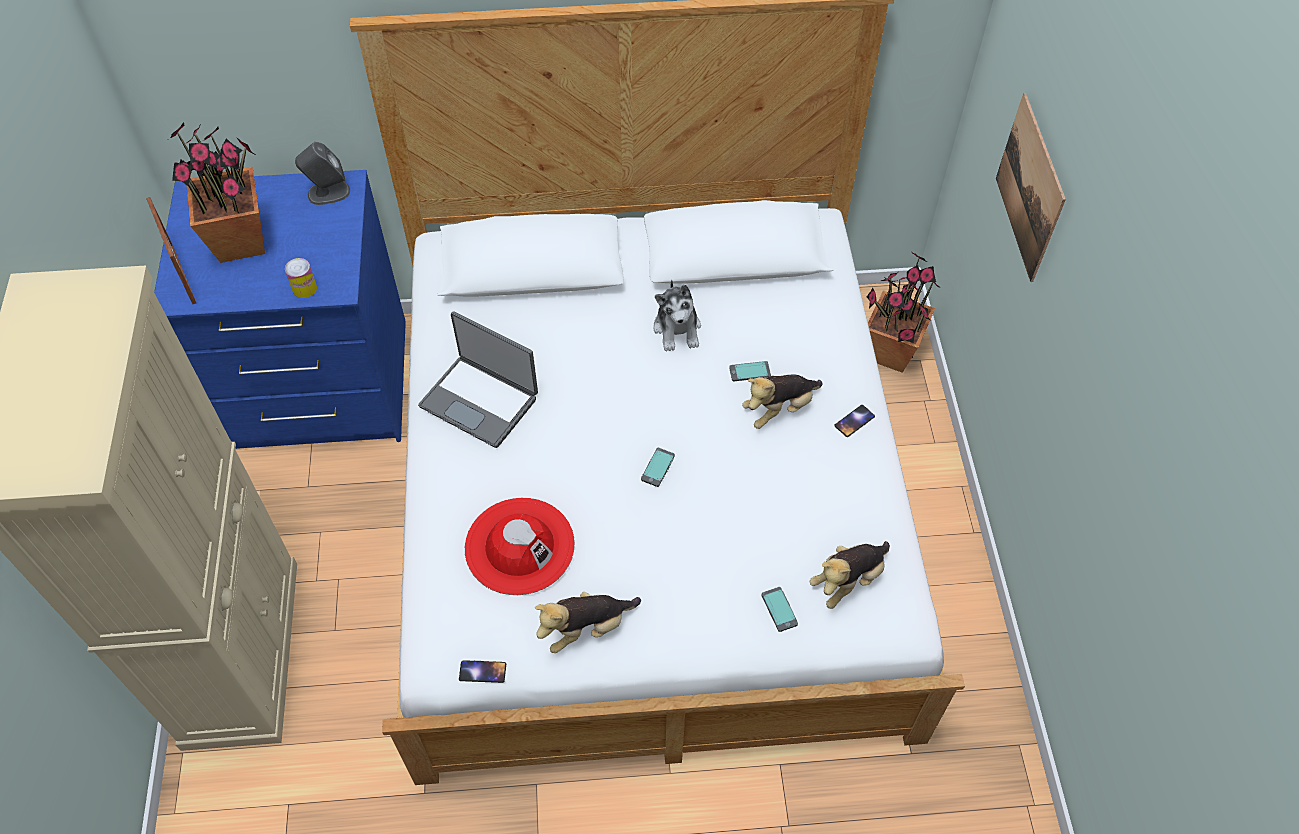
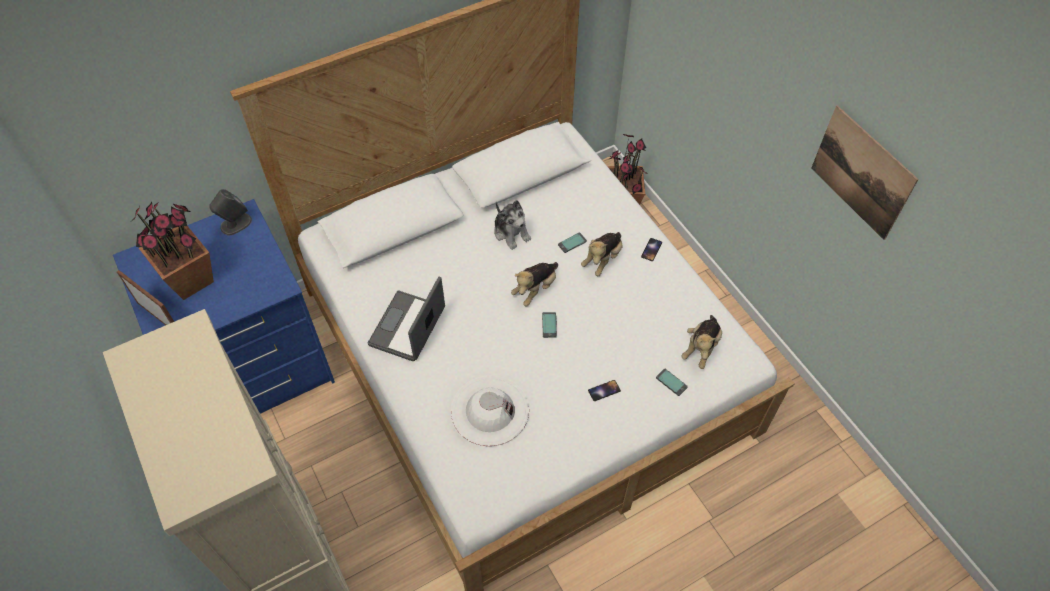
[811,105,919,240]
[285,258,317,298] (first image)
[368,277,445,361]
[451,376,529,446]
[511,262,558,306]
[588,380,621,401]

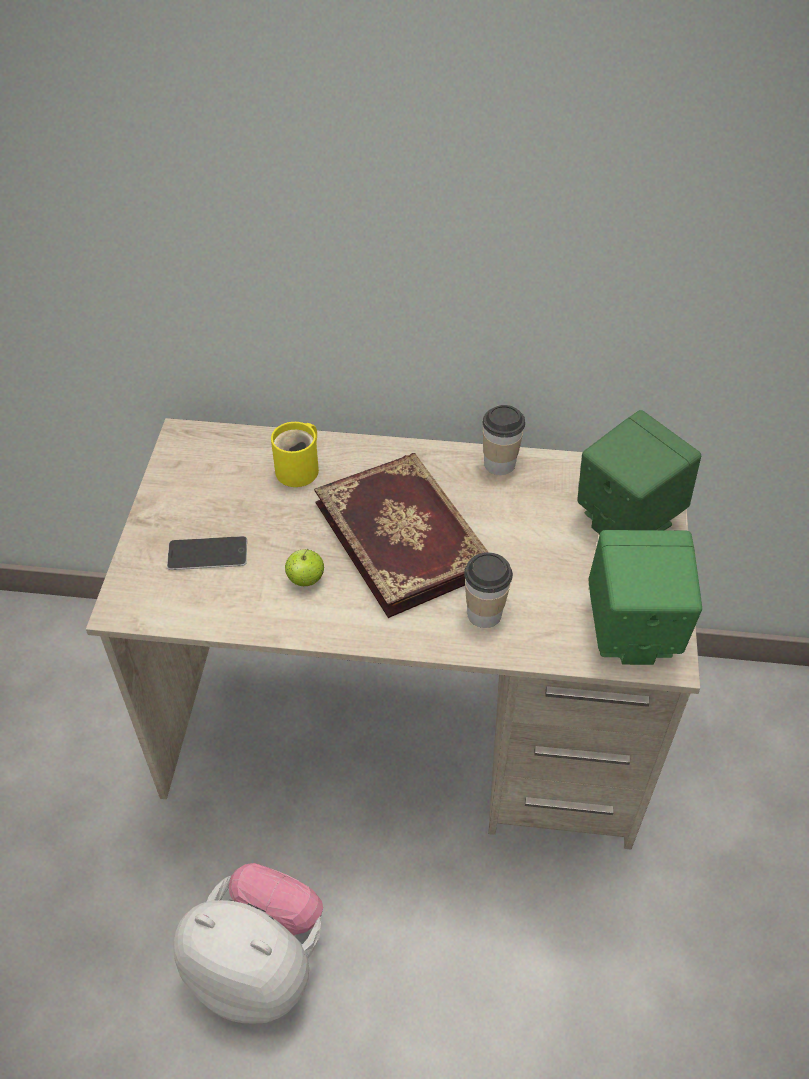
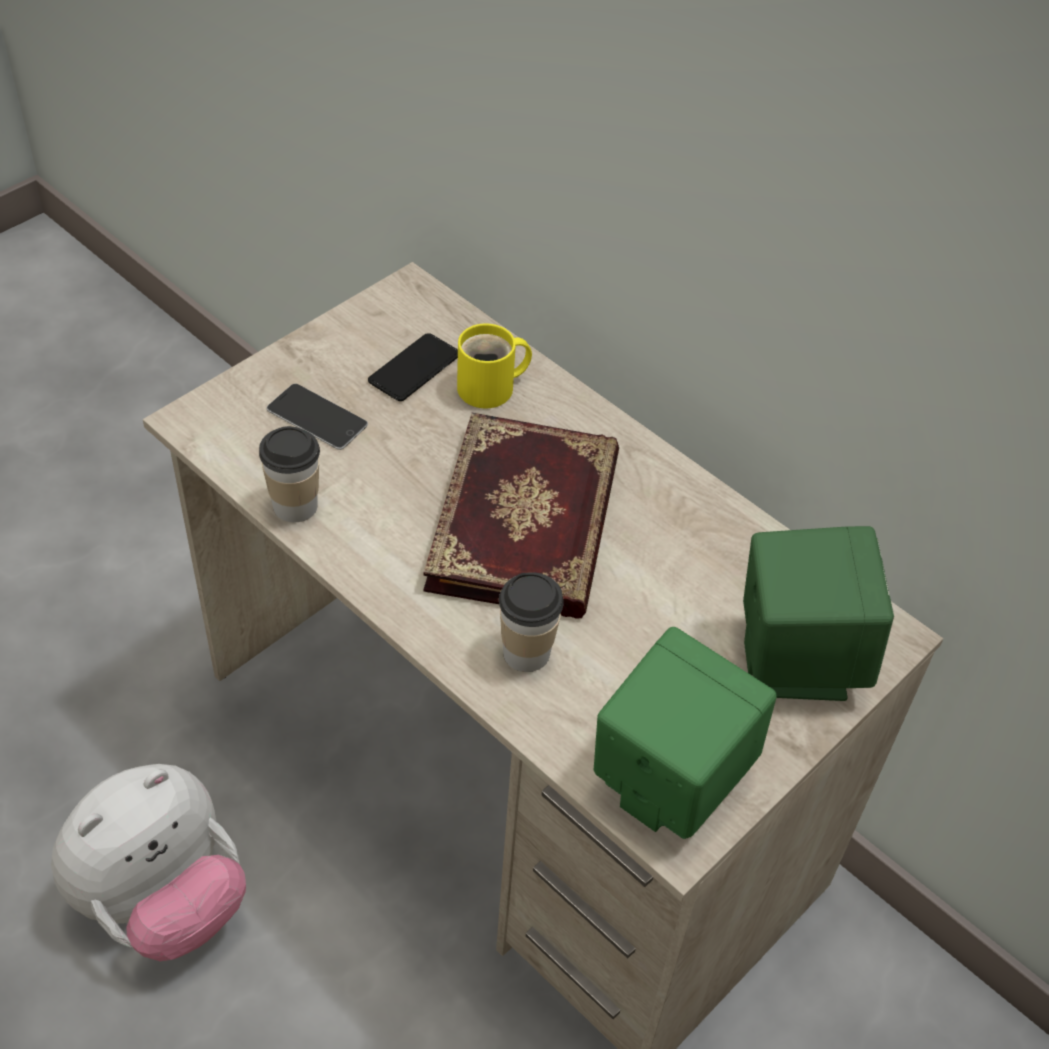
[259,426,320,522]
[285,549,324,586] (first image)
[51,764,246,961]
[368,333,458,401]

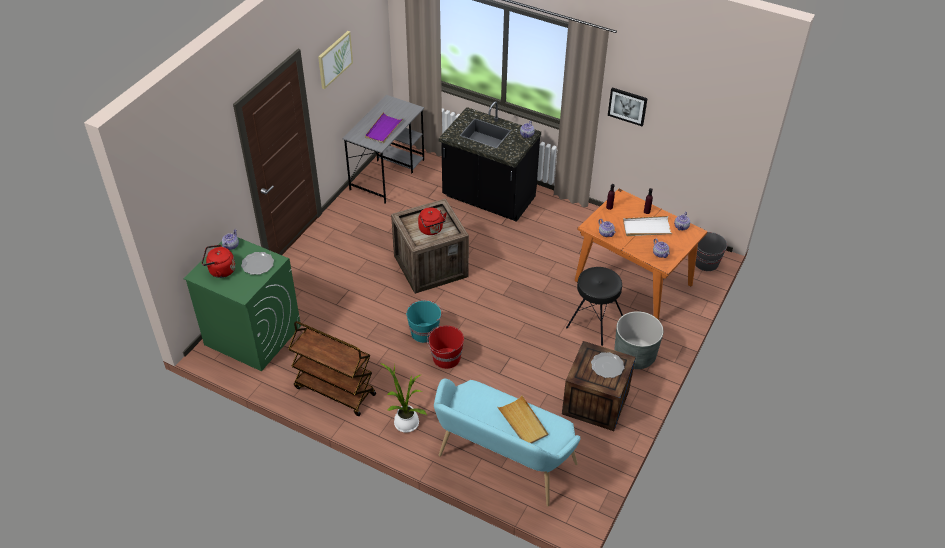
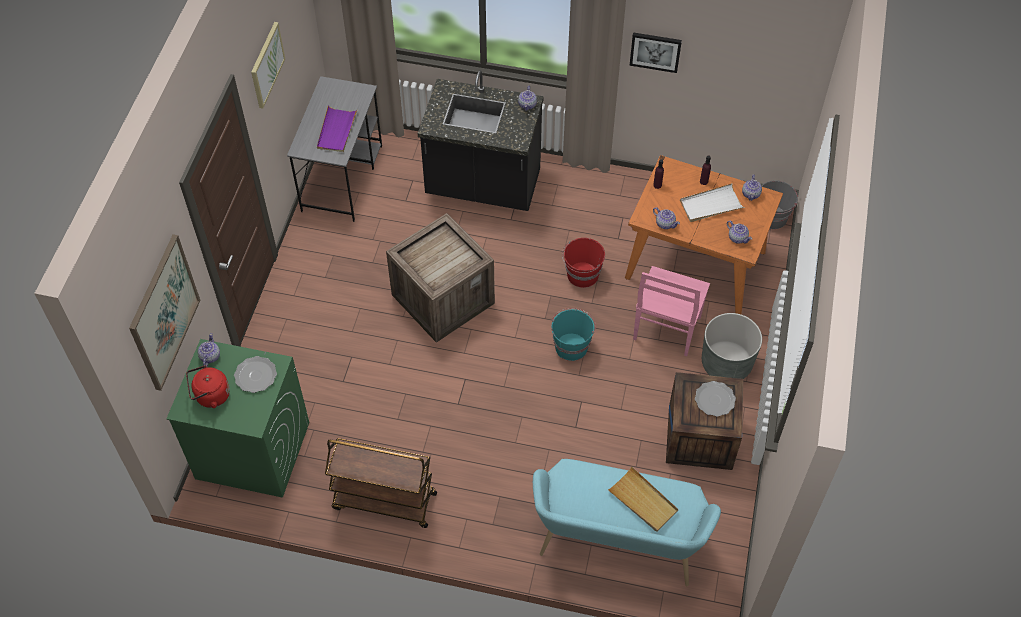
[418,207,447,235] (first image)
[633,266,710,356]
[551,308,596,361]
[562,238,605,288]
[380,363,427,433] (first image)
[129,234,200,391]

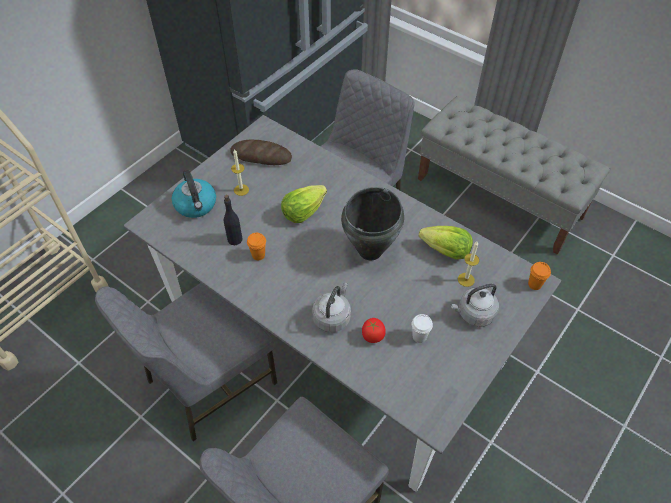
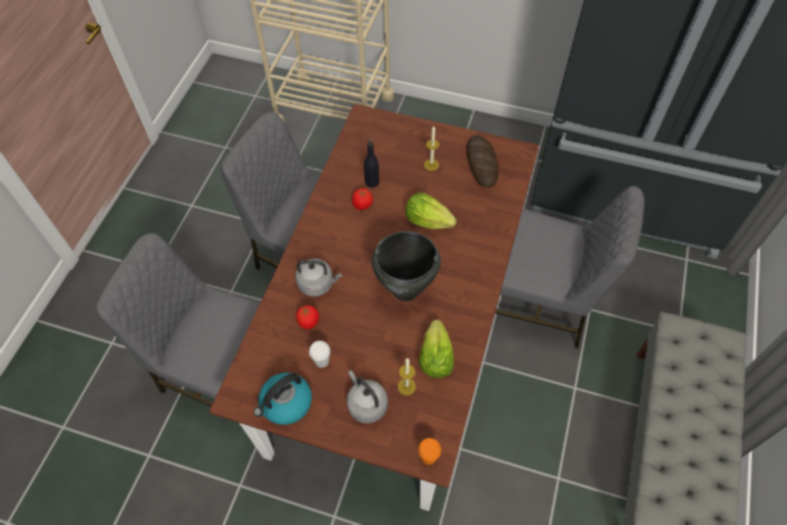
[210,104,539,511]
[254,373,312,425]
[352,188,373,210]

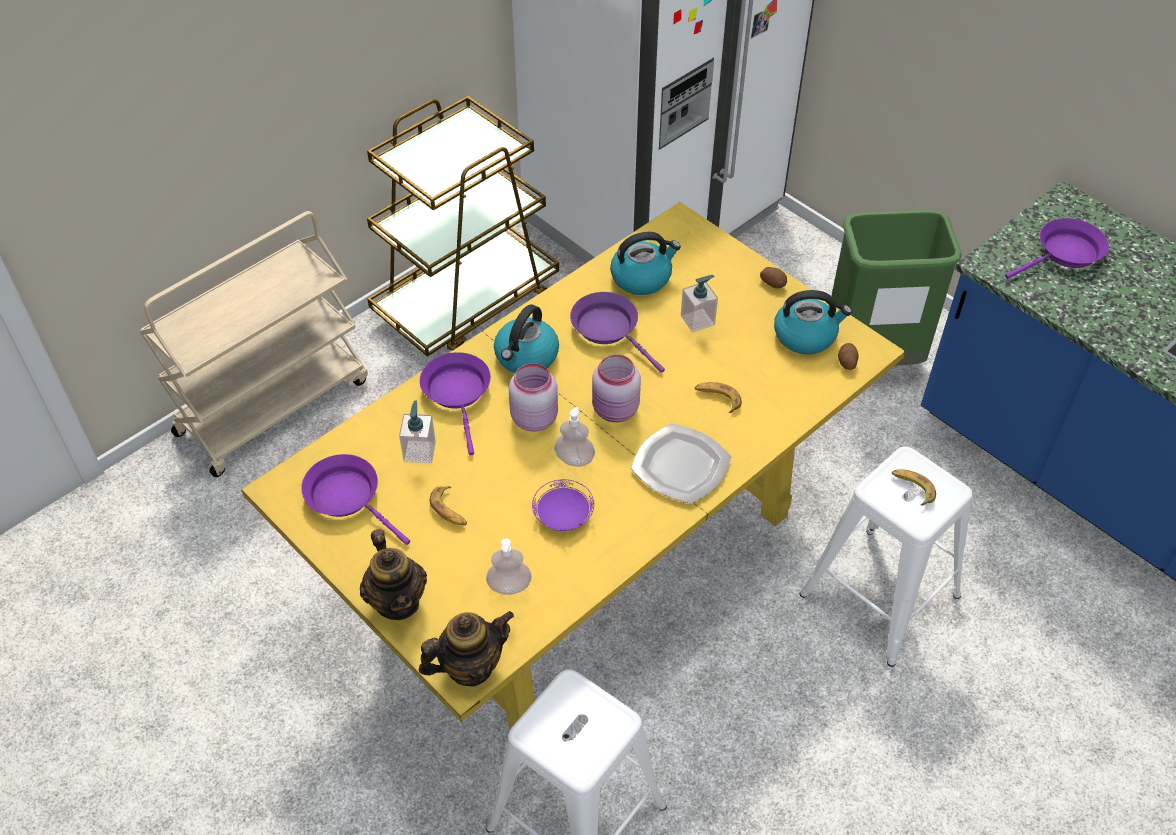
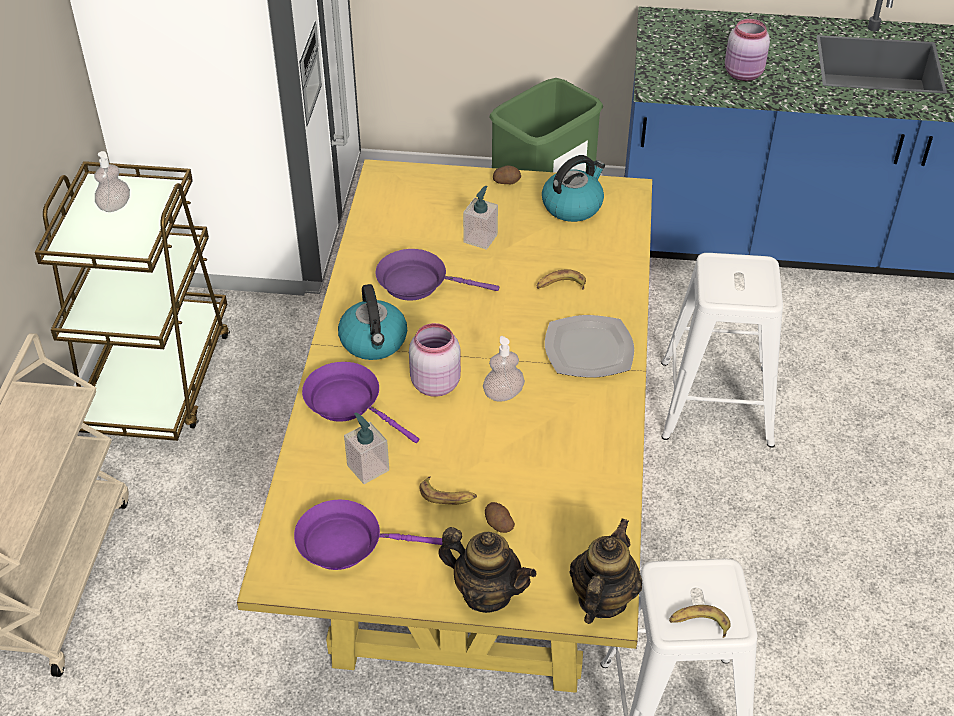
[1005,218,1109,279] (first image)
[610,232,681,295] (first image)
[485,502,515,533]
[725,19,770,81]
[669,605,730,638]
[532,479,594,531] (first image)
[94,151,130,212]

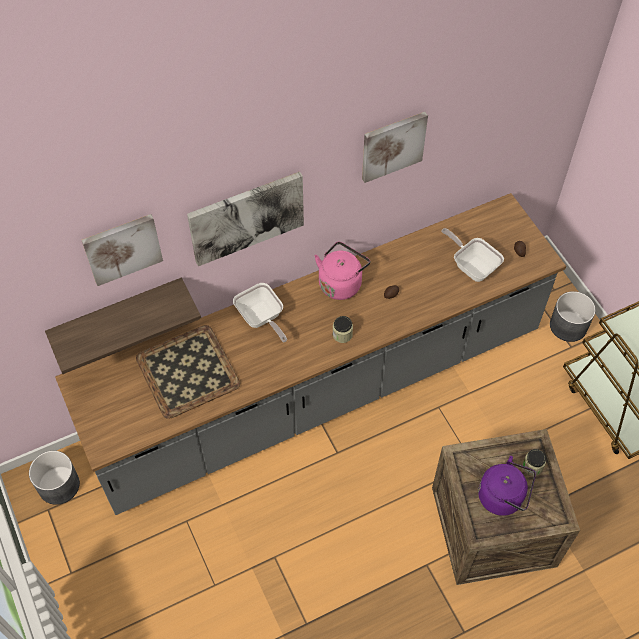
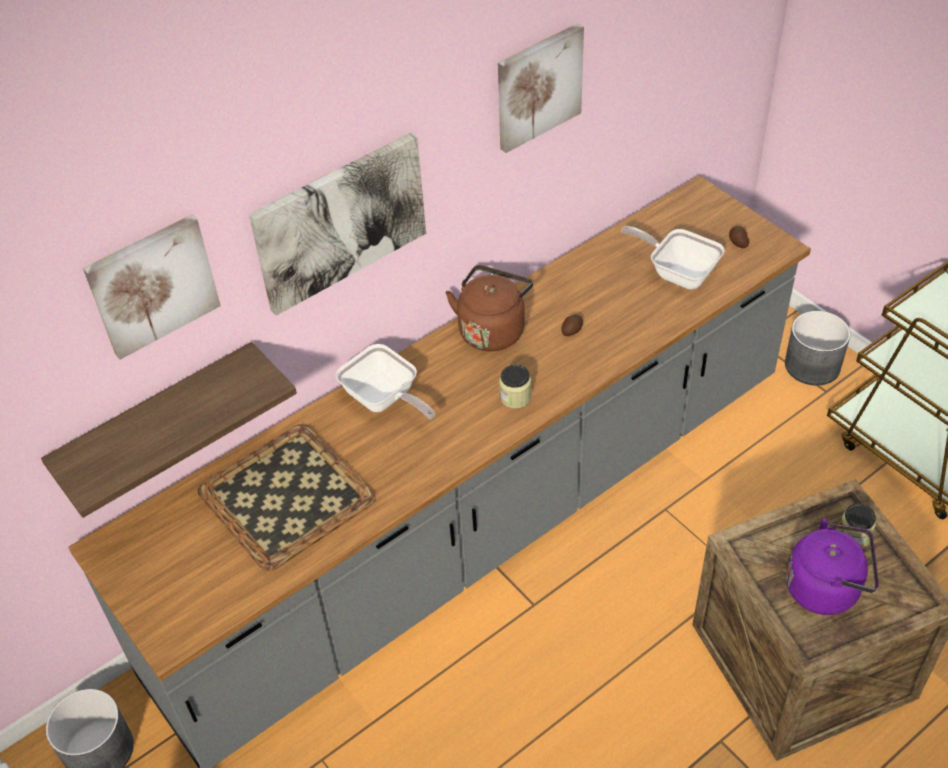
[446,265,533,351]

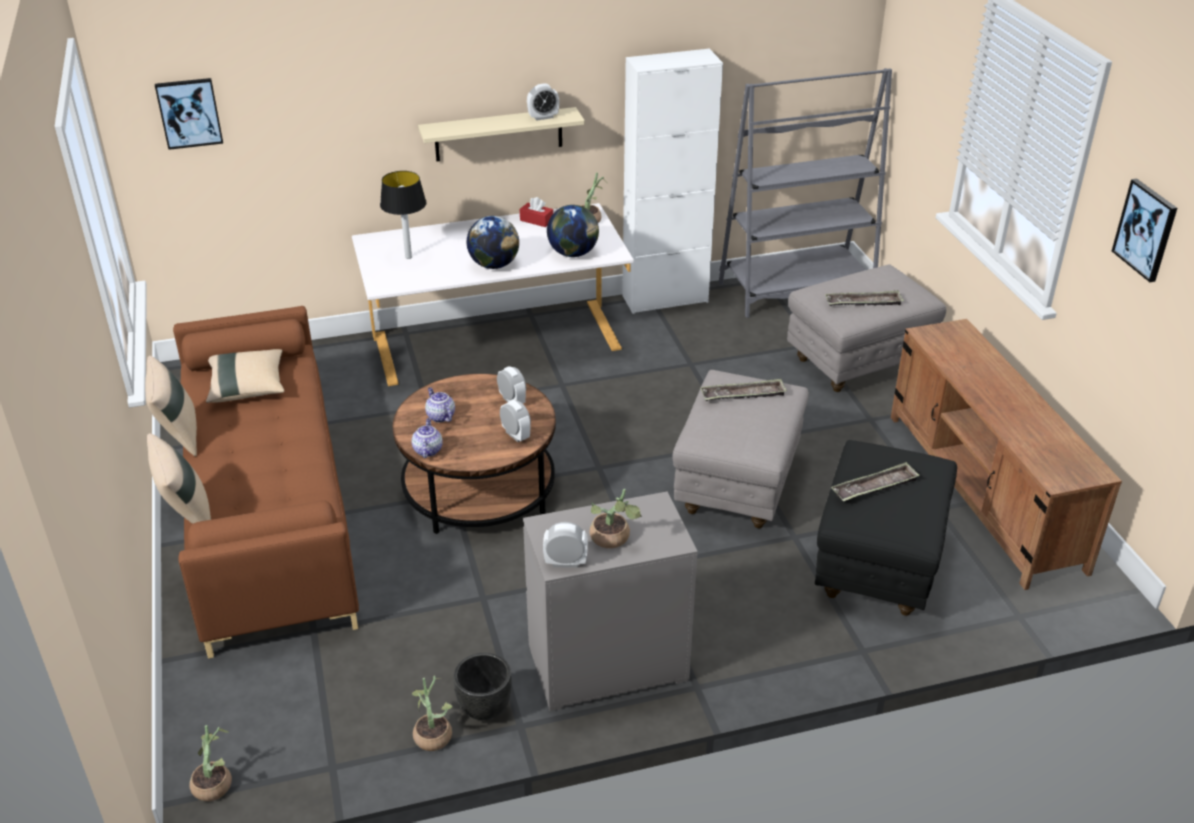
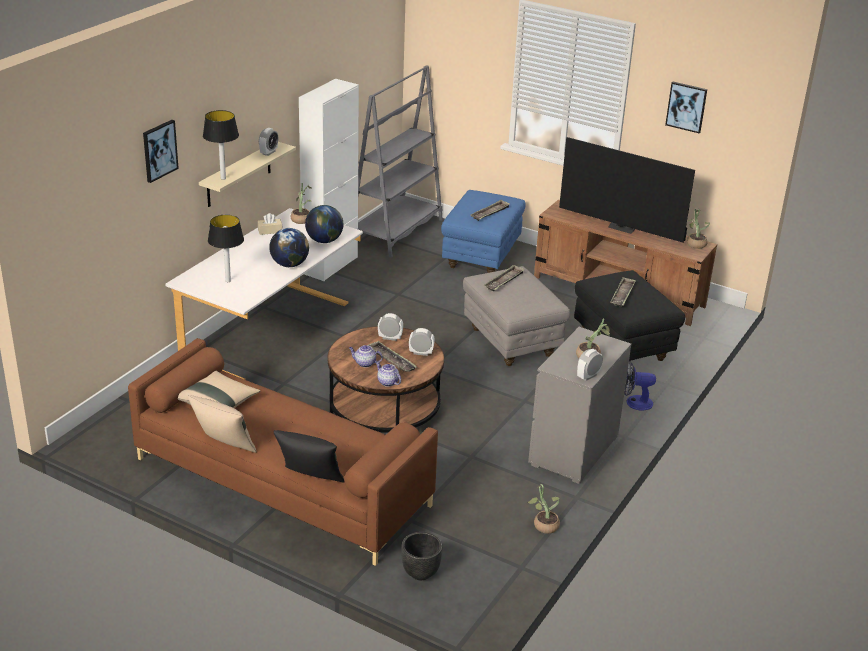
[143,120,179,183]
[258,213,282,235]
[441,190,526,273]
[273,430,345,483]
[401,532,442,580]
[687,208,710,249]
[203,110,239,180]
[559,137,695,243]
[368,341,417,372]
[624,361,656,410]

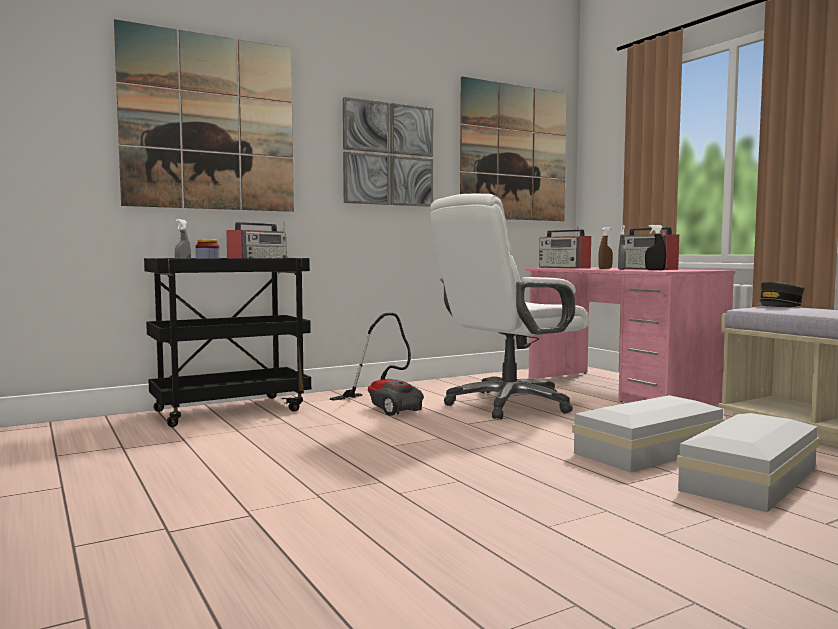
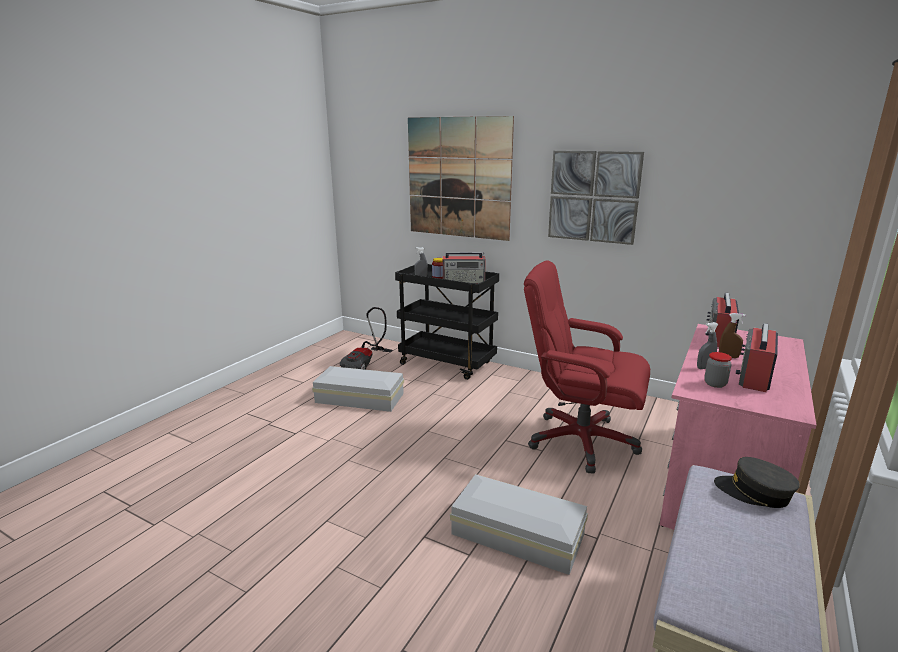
[460,76,567,221] (first image)
[524,260,650,473]
[704,352,732,388]
[340,307,393,370]
[312,366,404,412]

